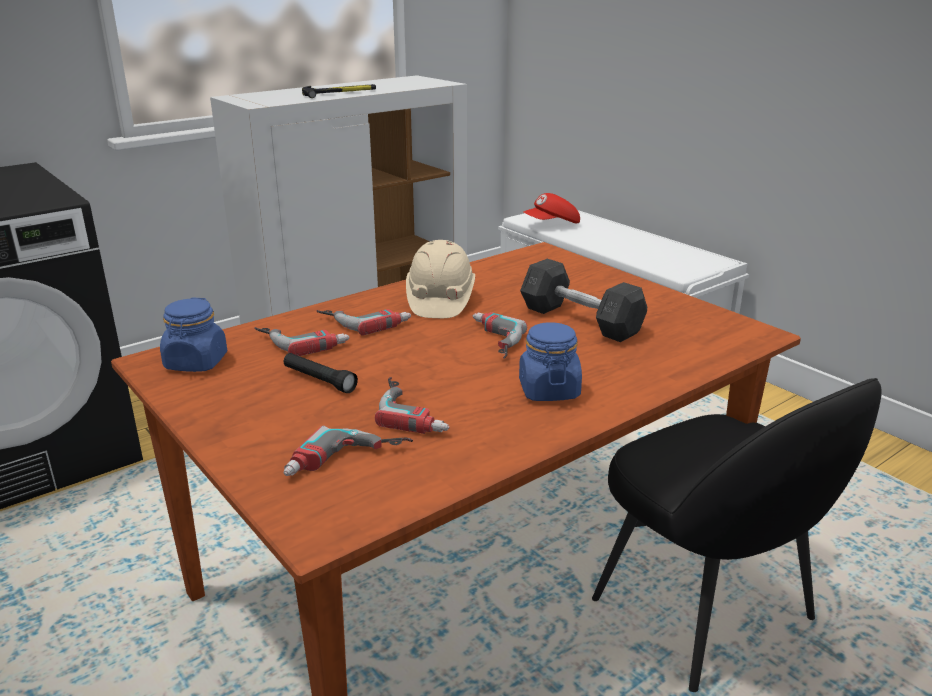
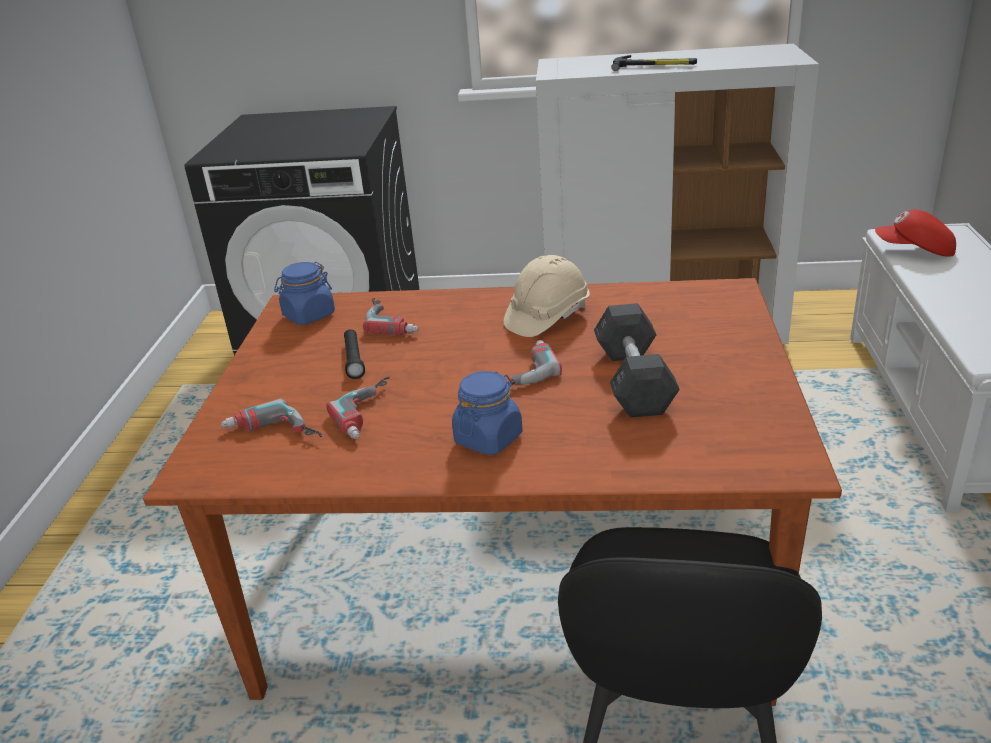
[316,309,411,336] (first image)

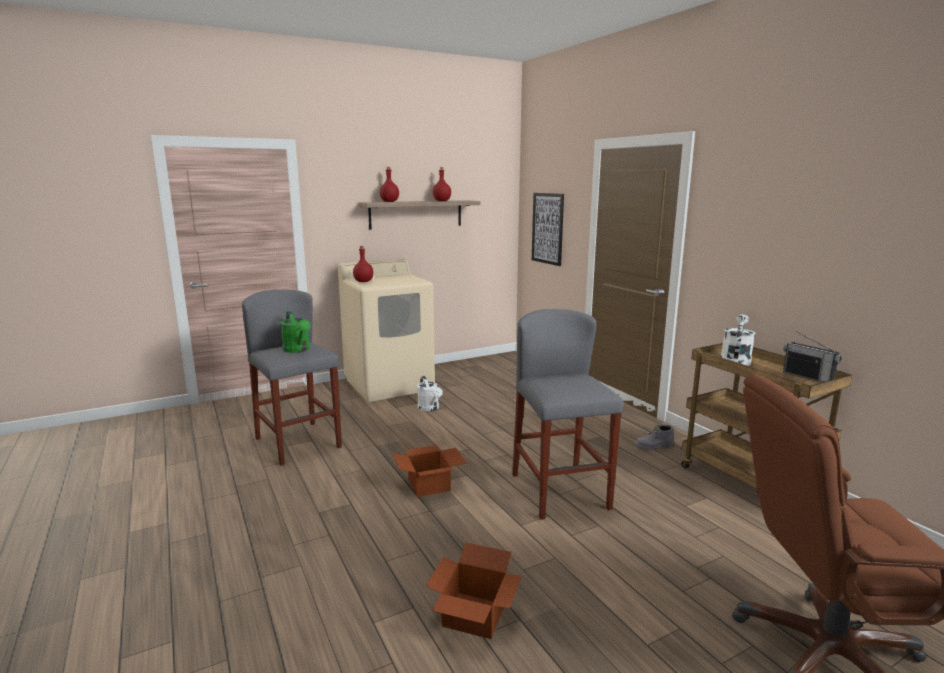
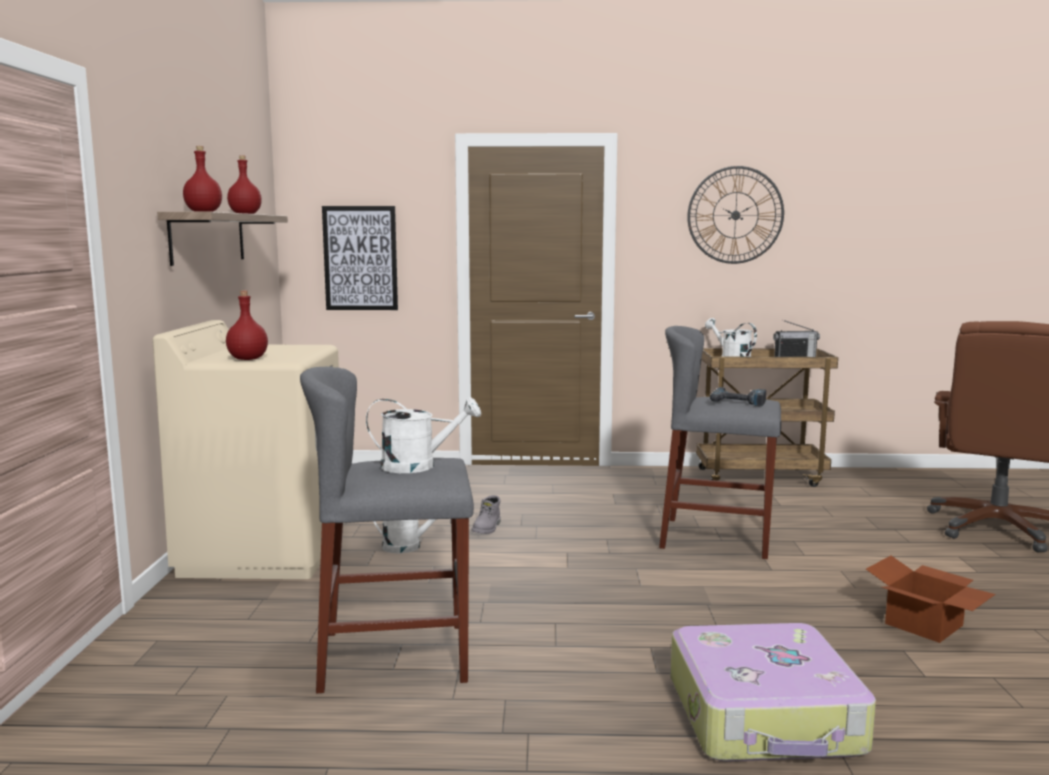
[366,397,481,473]
[471,495,501,534]
[392,445,466,497] (first image)
[687,166,784,264]
[710,387,766,406]
[671,623,876,762]

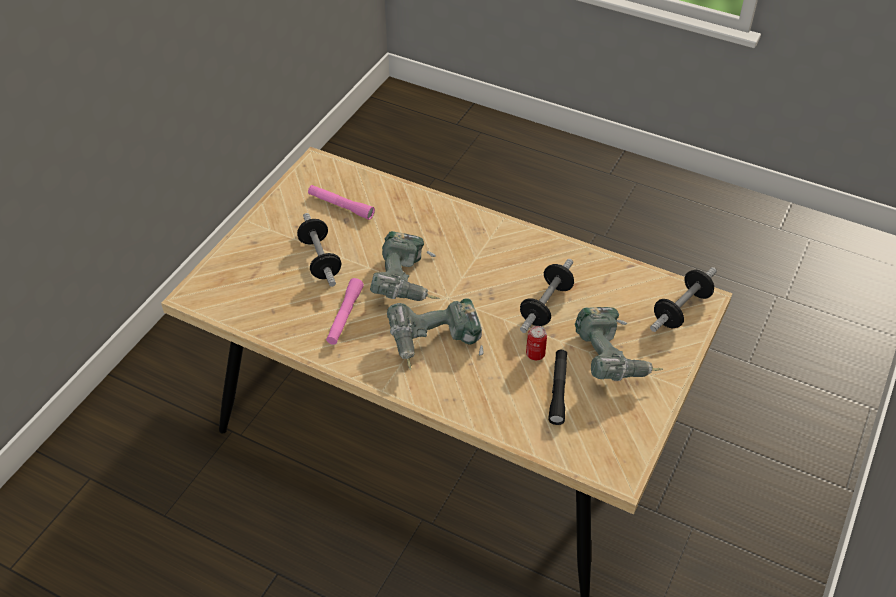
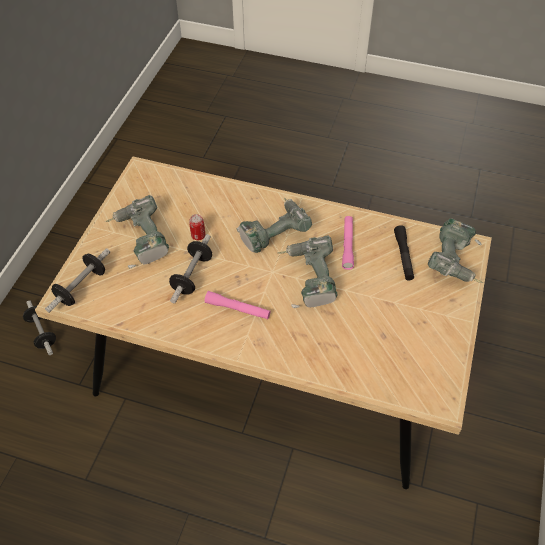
[205,291,271,320]
[23,300,56,355]
[394,225,414,280]
[428,218,483,283]

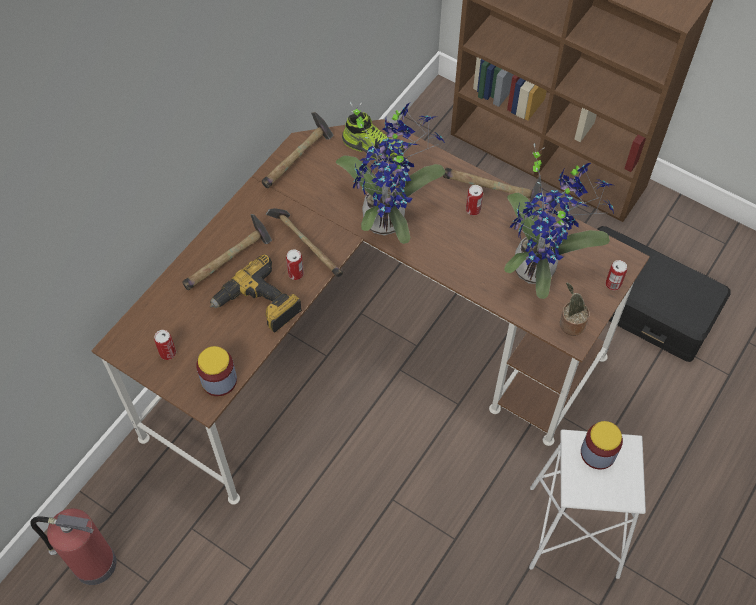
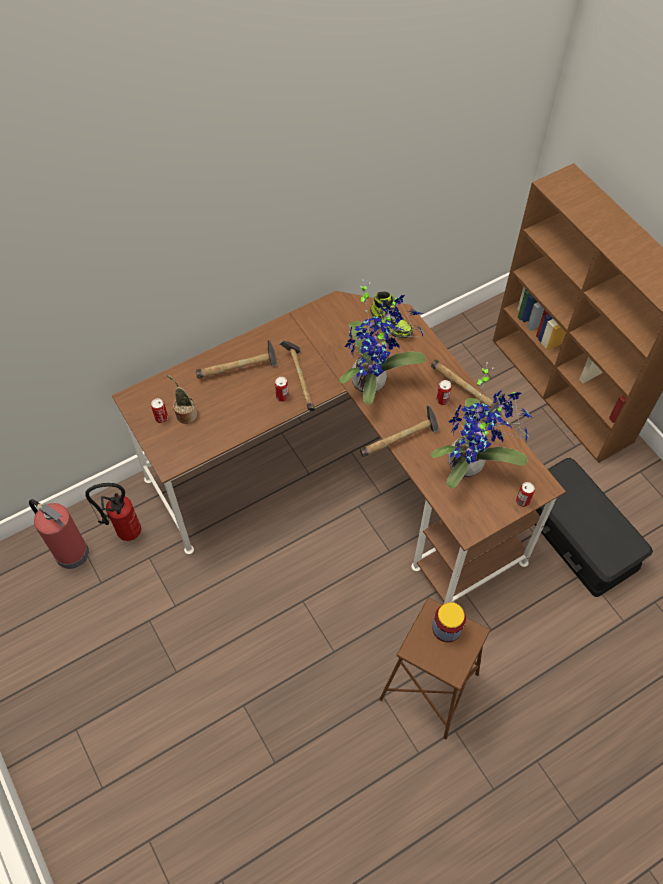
[360,405,439,457]
[210,254,302,333] (first image)
[167,375,197,424]
[196,346,237,396] (first image)
[379,598,490,740]
[85,483,141,541]

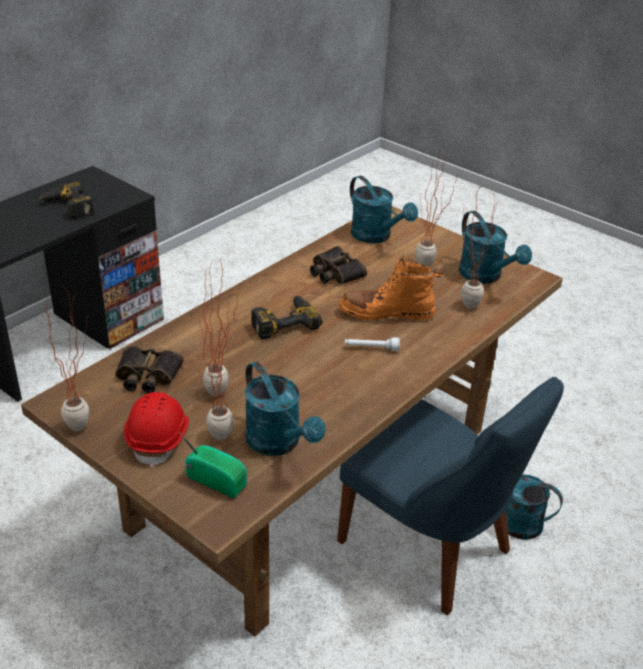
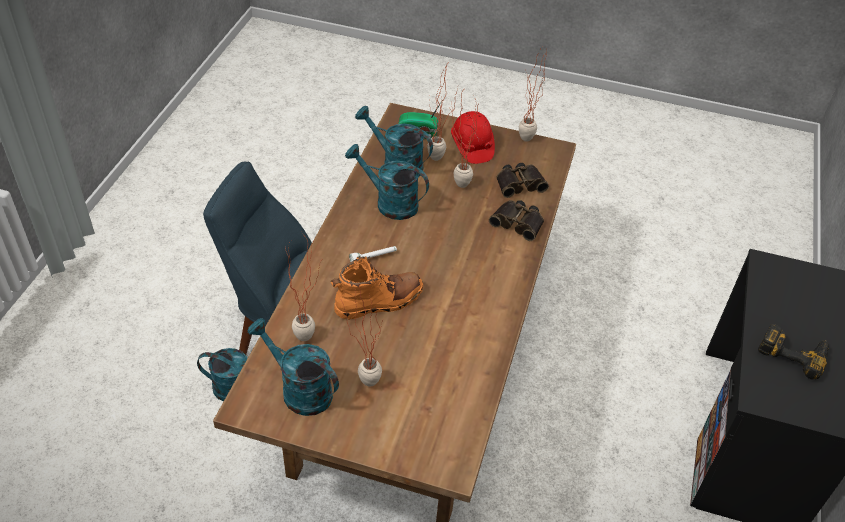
[345,144,429,220]
[489,200,544,241]
[251,296,322,339] (first image)

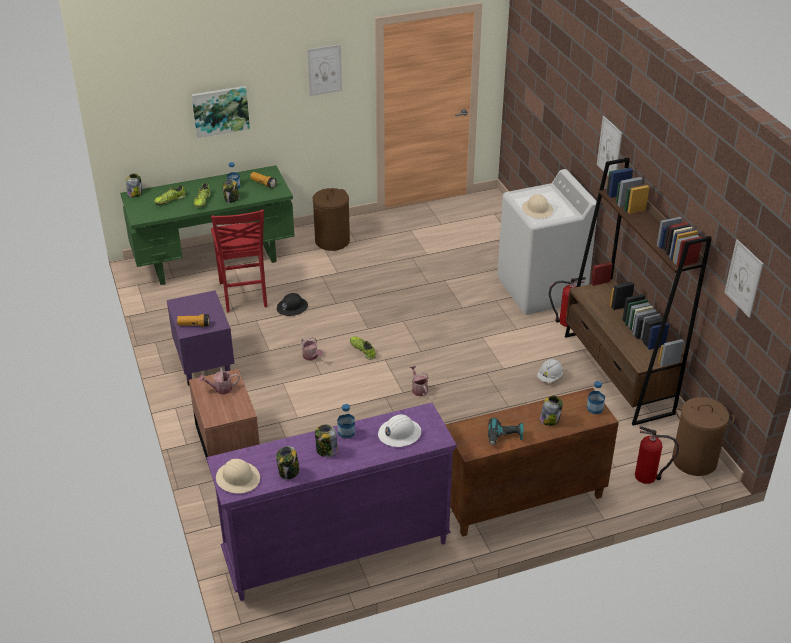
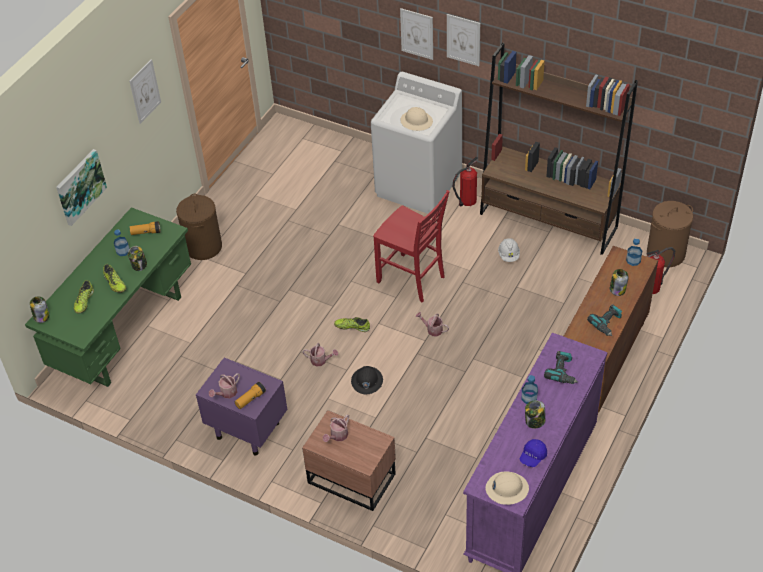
[373,190,450,302]
[400,8,433,60]
[351,366,383,394]
[544,351,578,384]
[520,439,547,467]
[209,373,240,398]

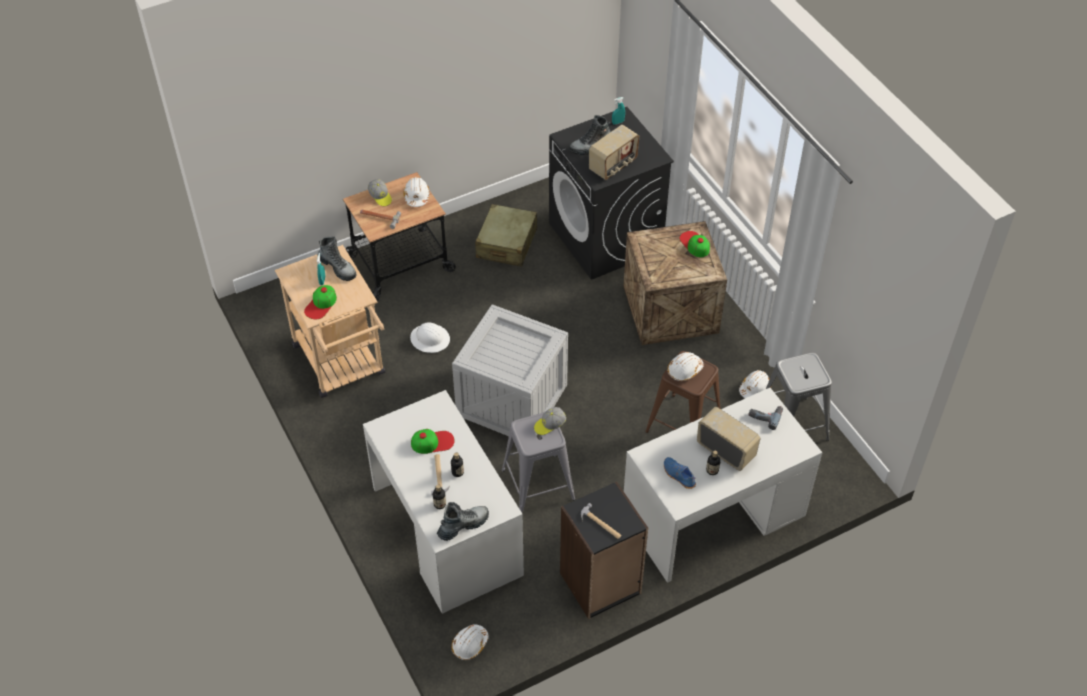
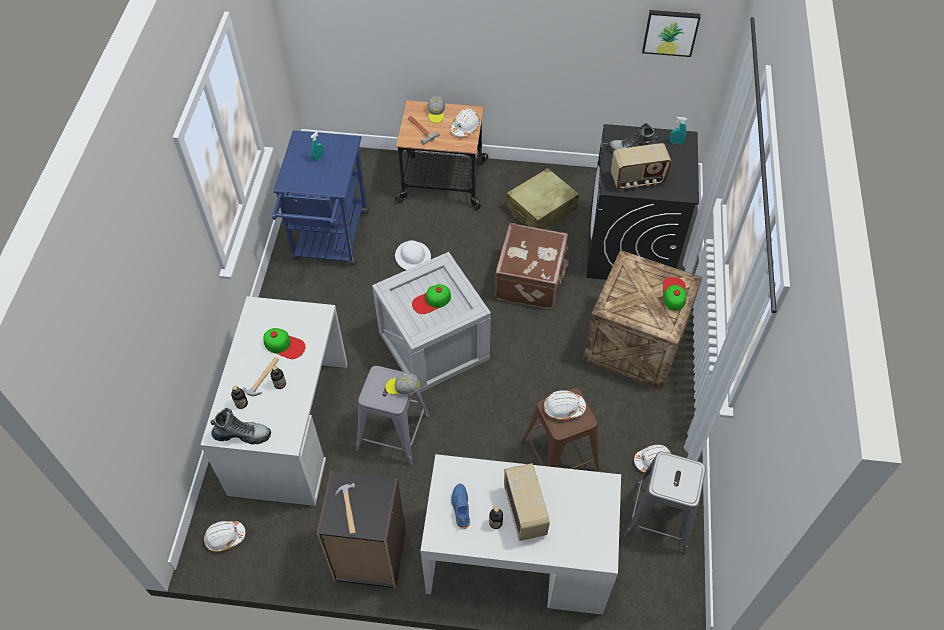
[318,236,356,281] (first image)
[272,130,369,265]
[412,284,451,314]
[748,406,783,430] (first image)
[642,10,701,57]
[495,223,569,309]

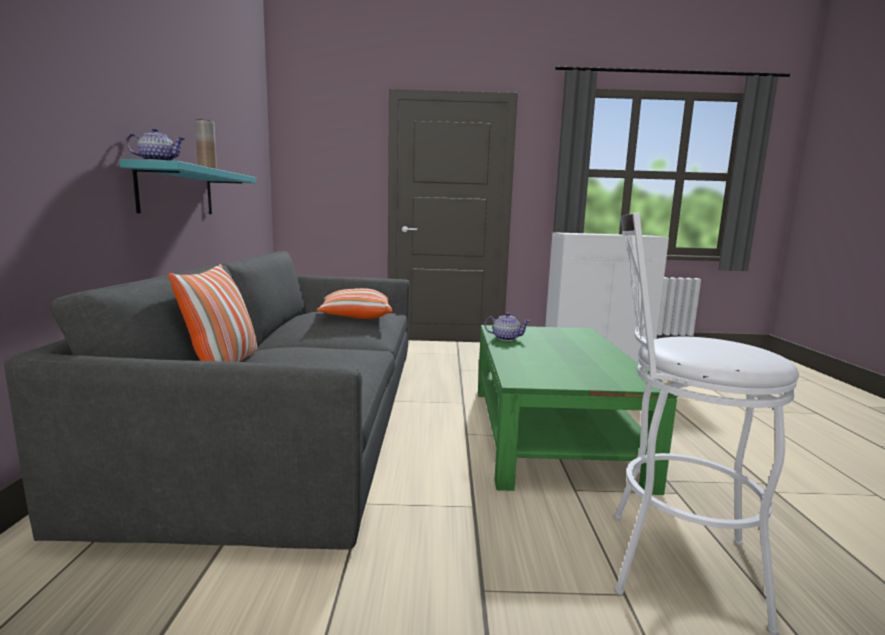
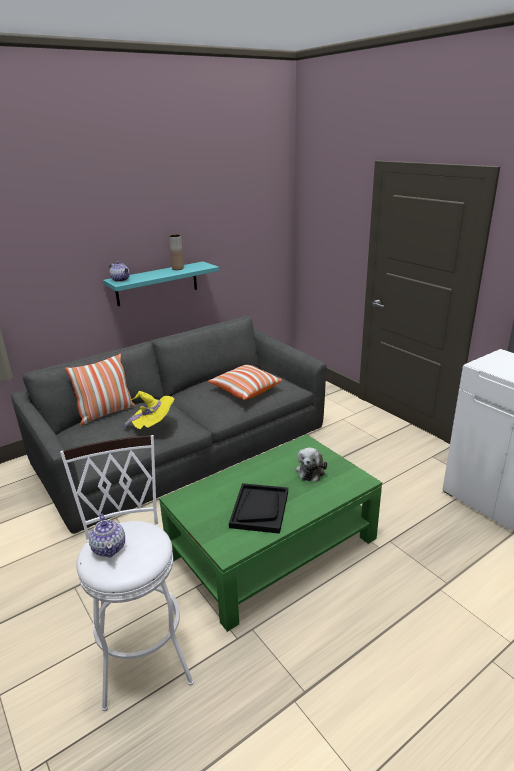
[89,514,125,558]
[123,391,174,431]
[296,448,327,482]
[229,483,288,534]

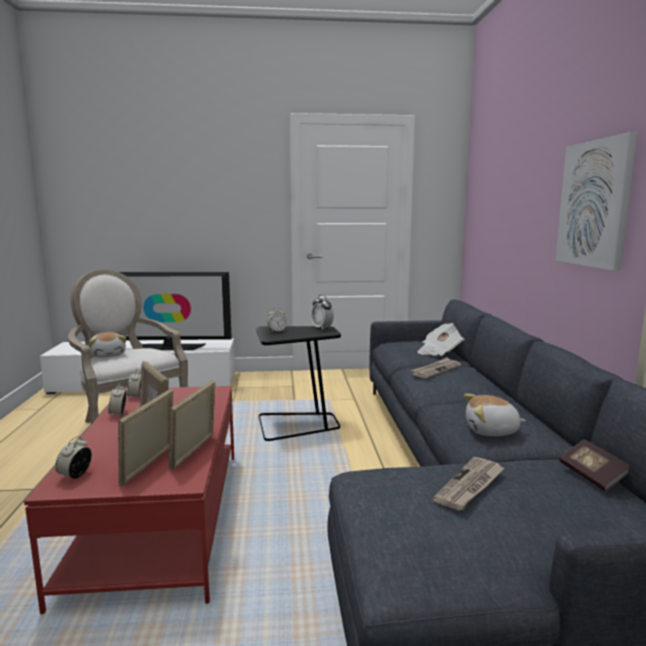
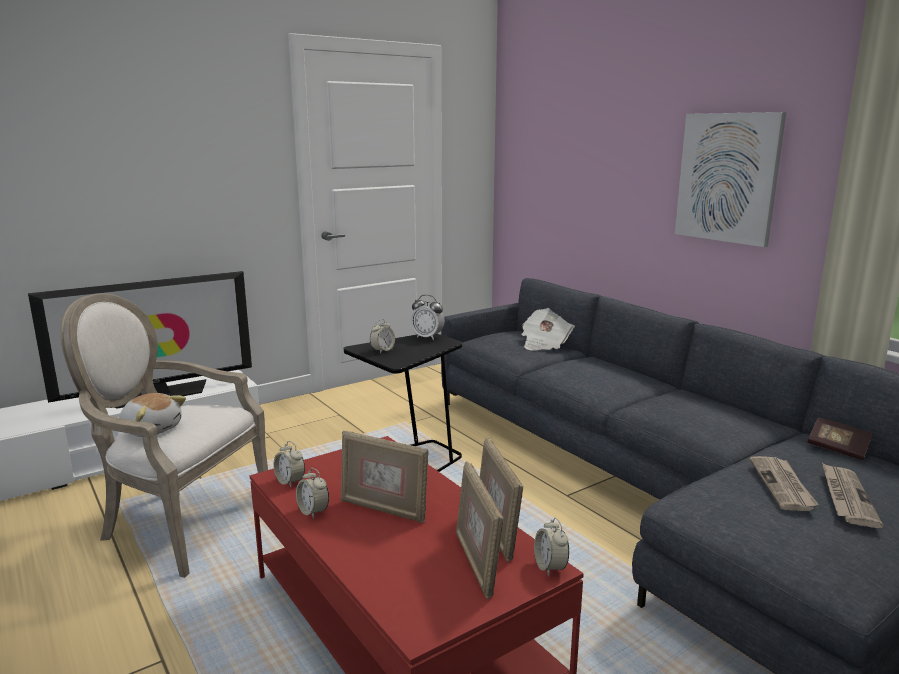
[822,463,884,528]
[464,394,526,436] (first image)
[534,518,569,576]

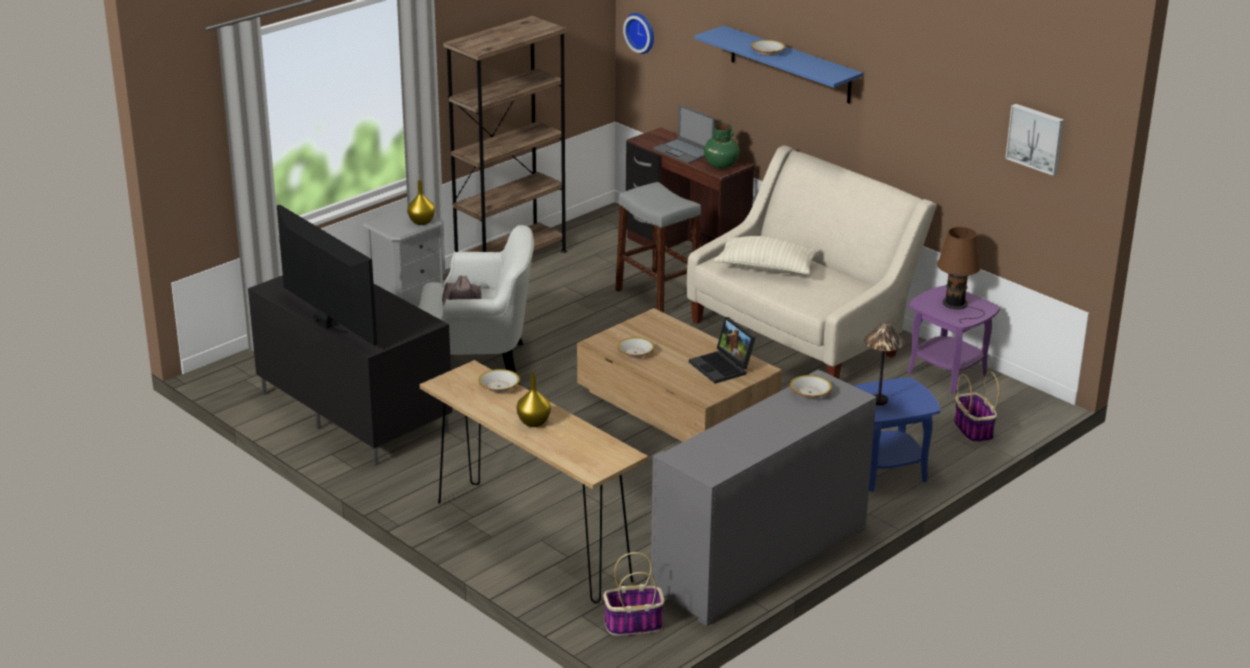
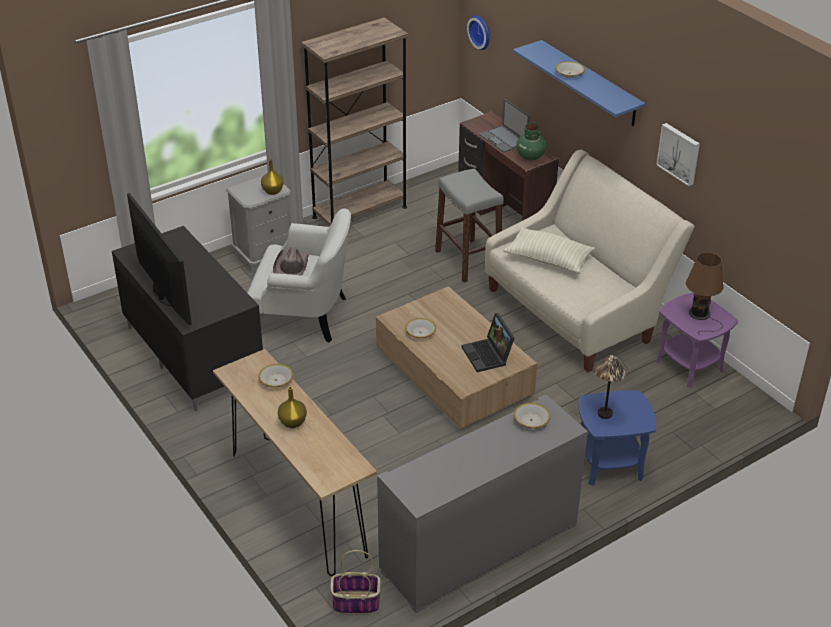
[656,123,700,186]
[954,371,999,443] (first image)

